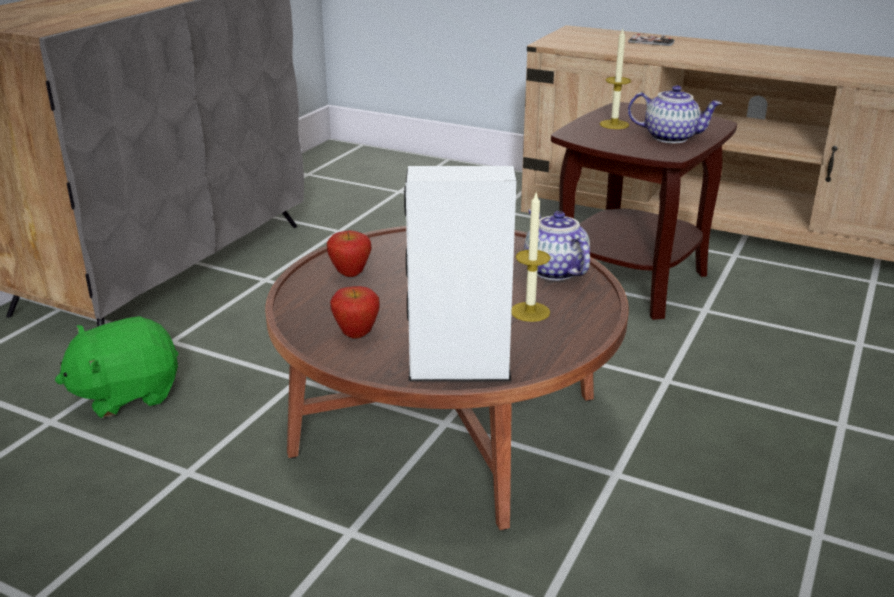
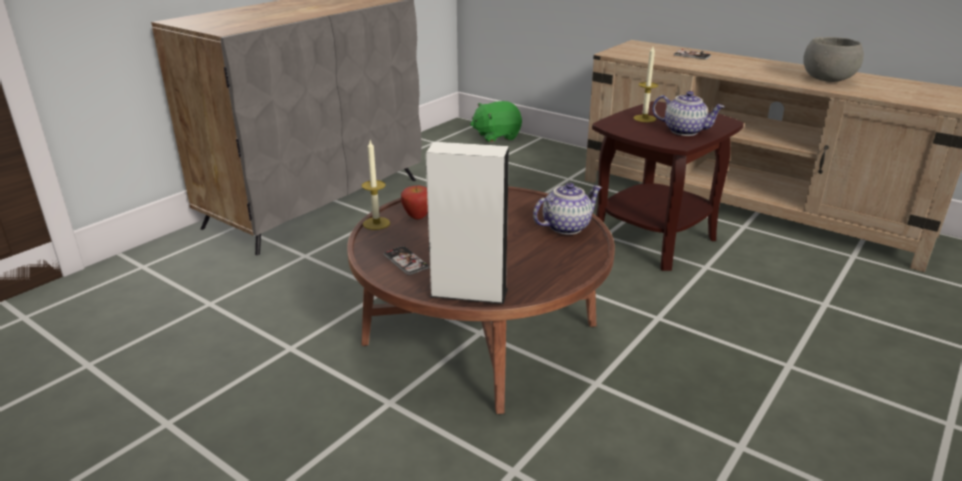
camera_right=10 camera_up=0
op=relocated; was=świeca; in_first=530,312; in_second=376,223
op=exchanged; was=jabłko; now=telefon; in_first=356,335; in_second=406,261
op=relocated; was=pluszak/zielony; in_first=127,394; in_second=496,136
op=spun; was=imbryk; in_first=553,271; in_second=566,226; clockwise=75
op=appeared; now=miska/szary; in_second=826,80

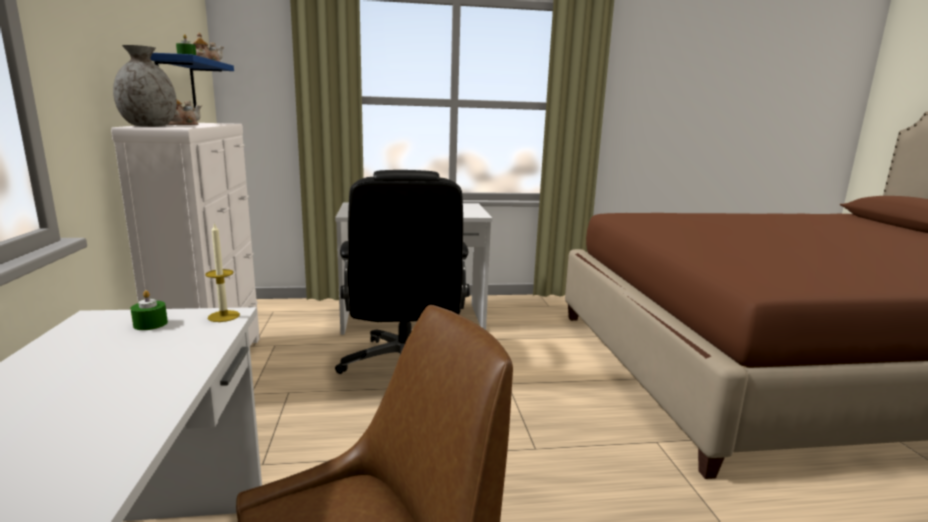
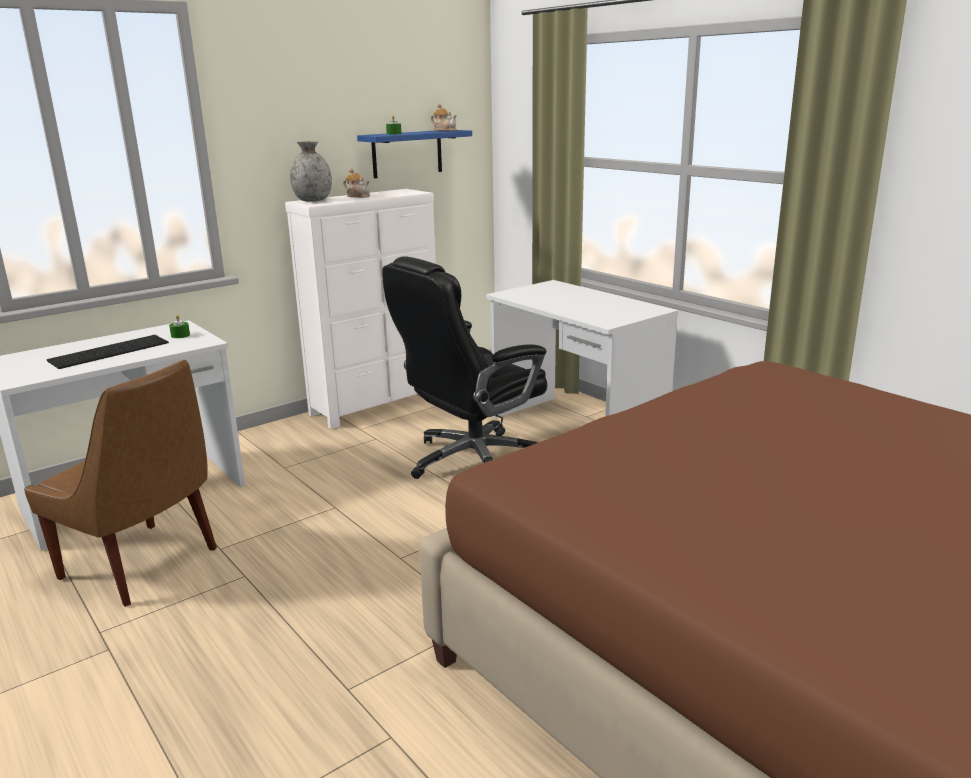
camera_right=60 camera_up=5
op=appeared; now=klawiatura; in_second=110,351
op=missing; was=świeca; in_first=223,316

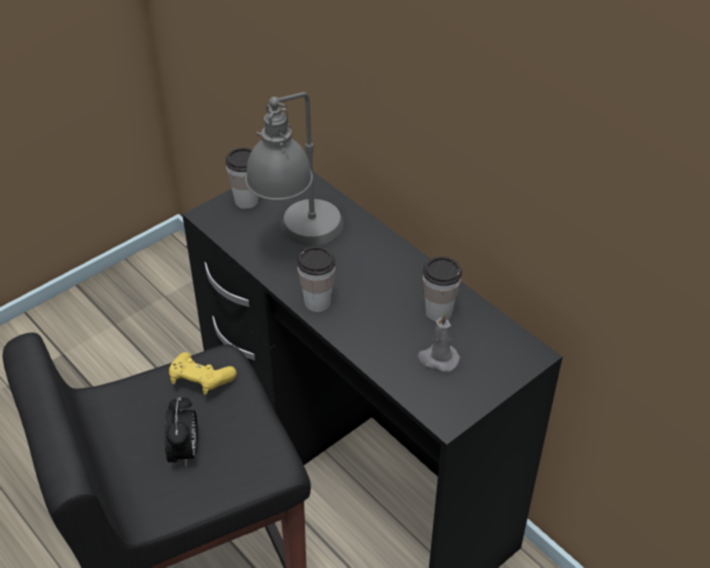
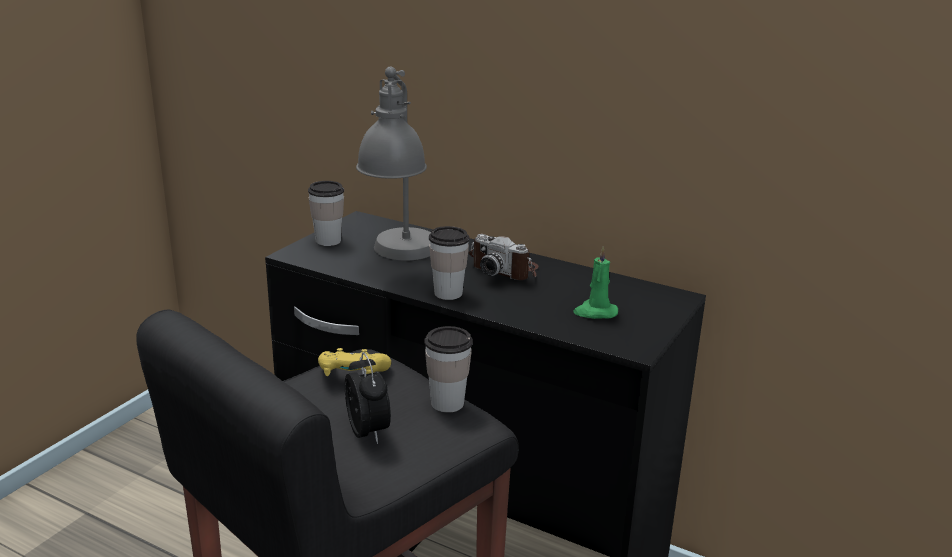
camera_right=-20 camera_up=-20
op=relocated; was=filiżanka; in_first=438,312; in_second=447,403
op=appeared; now=aparat fotograficzny; in_second=505,269
op=colour; was=świeca/szary; now=świeca/zielony; in_first=437,359; in_second=595,312

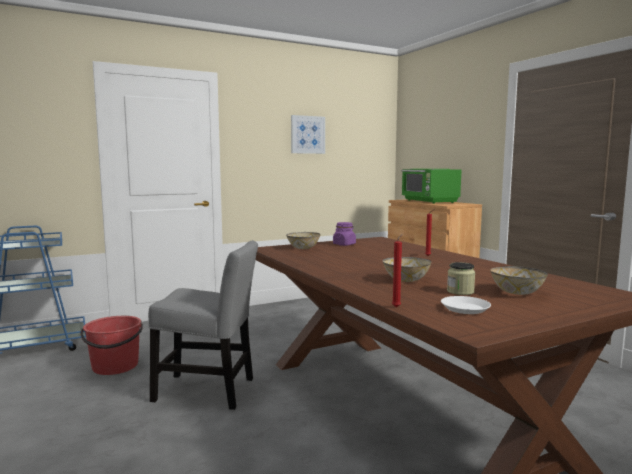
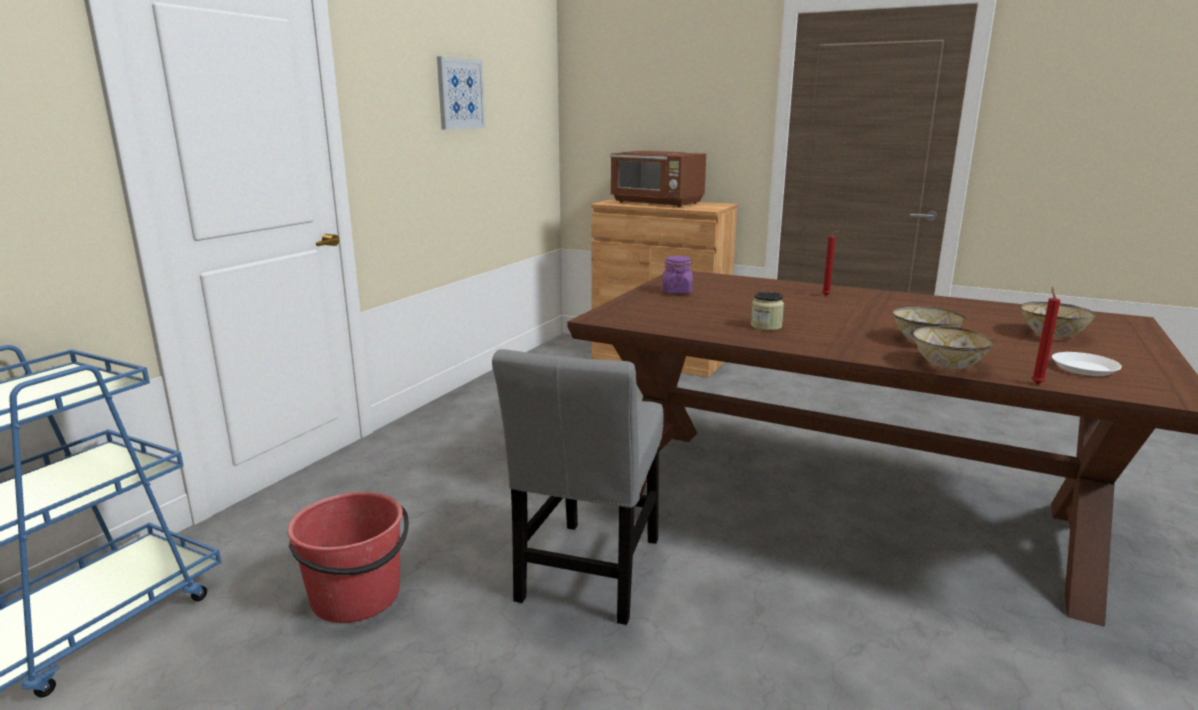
camera_right=-35 camera_up=10
op=spun; was=krzesło/szary; in_first=209,391; in_second=589,575; clockwise=135
op=colour; was=mikrofalówka/zielony; now=mikrofalówka/brązowy; in_first=429,201; in_second=657,203
op=relocated; was=słoik; in_first=460,292; in_second=766,326
op=relocated; was=miska; in_first=303,248; in_second=948,365

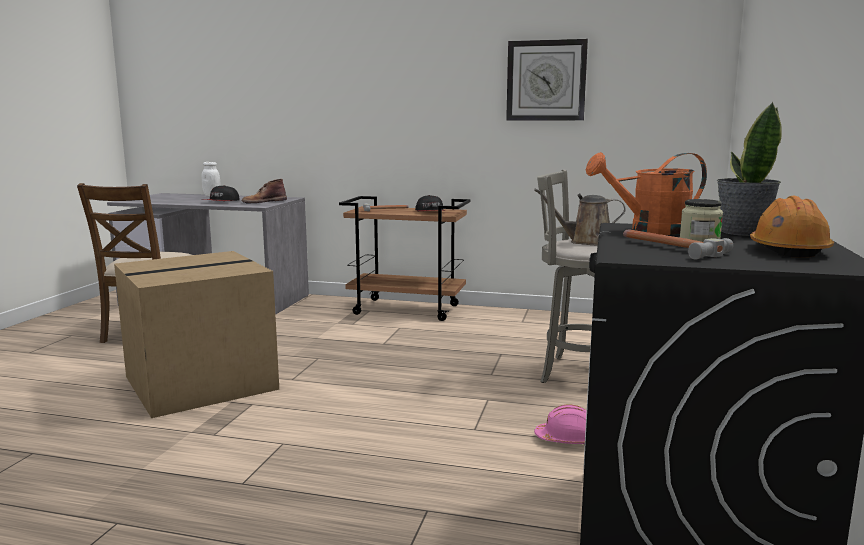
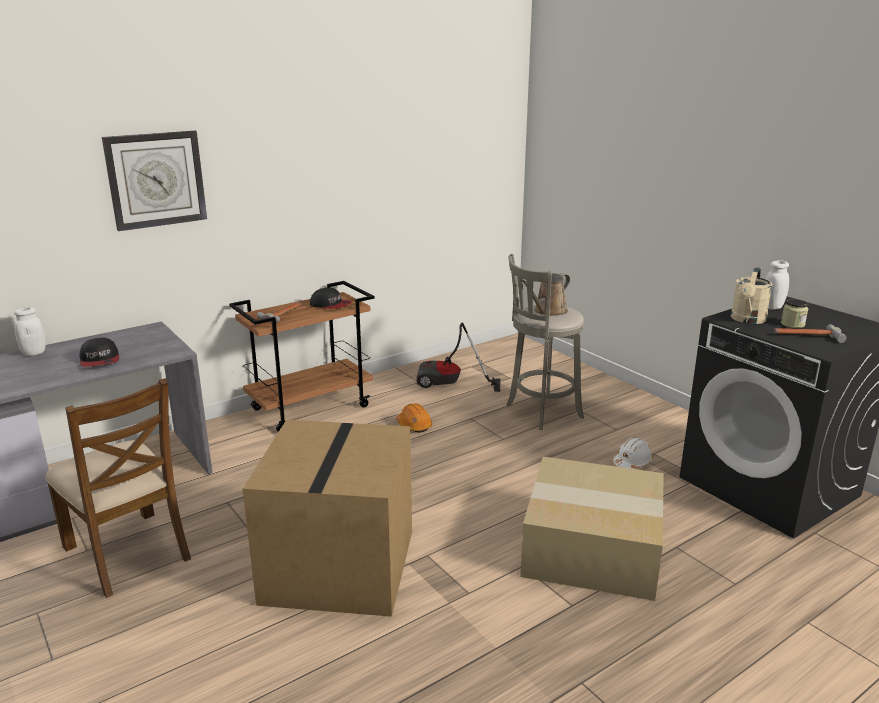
camera_right=-50 camera_up=10
op=relocated; was=zegar ścienny; in_first=546,80; in_second=156,179
op=relocated; was=kask/pomarańczowy; in_first=788,250; in_second=414,425
op=appeared; now=odkurzacz; in_second=450,385
op=appeared; now=karton; in_second=589,549
op=colour; was=kask/różowy; now=kask/biały; in_first=567,439; in_second=632,462
op=colour; was=konewka/pomarańczowy; now=konewka/beżowy; in_first=650,231; in_second=747,320
op=exchanged; was=roślina doniczkowa; now=słoik/biały; in_first=742,232; in_second=772,307
op=missing; was=but z cholewką/brązowy; in_first=264,201

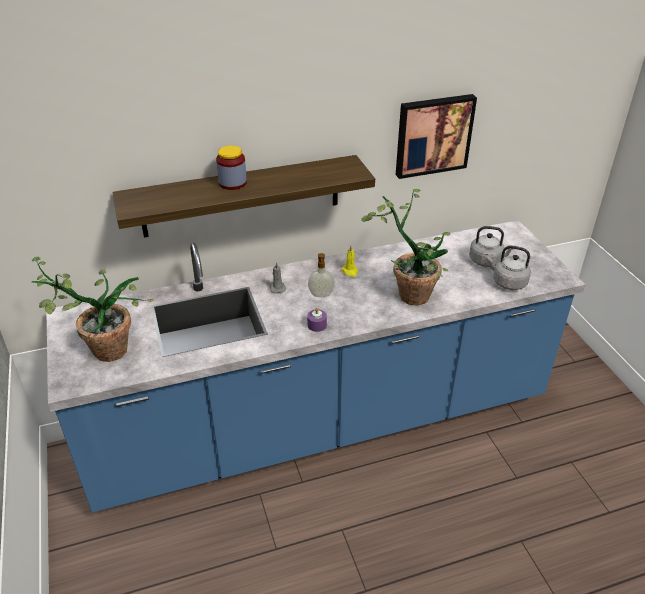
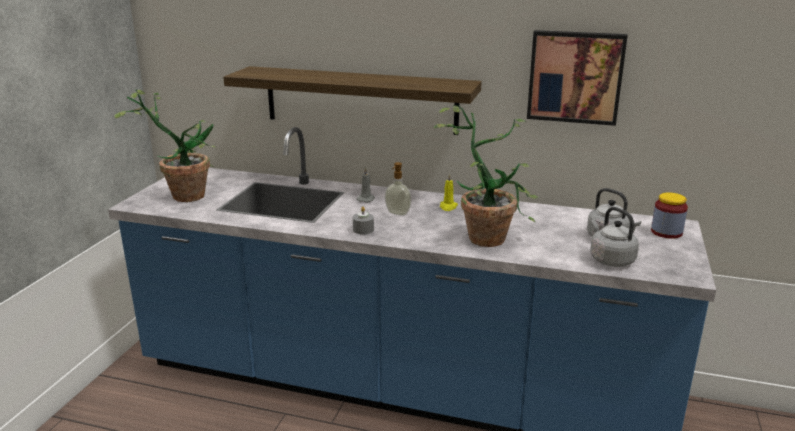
camera_right=35 camera_up=-15
op=colour; was=świeca/fioletowy; now=świeca/szary; in_first=317,325; in_second=363,229
op=relocated; was=słoik; in_first=232,183; in_second=666,232

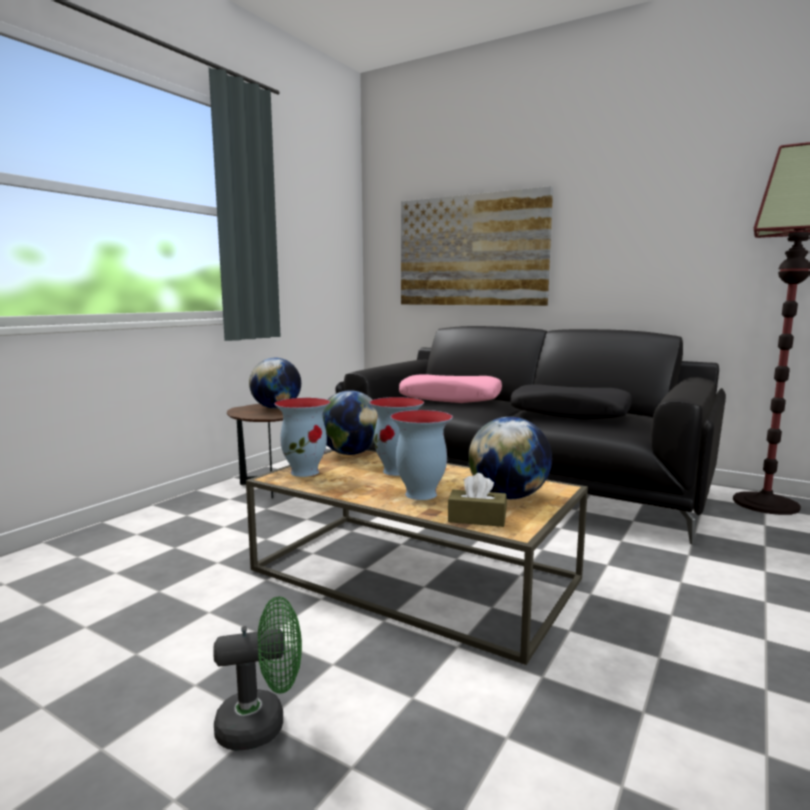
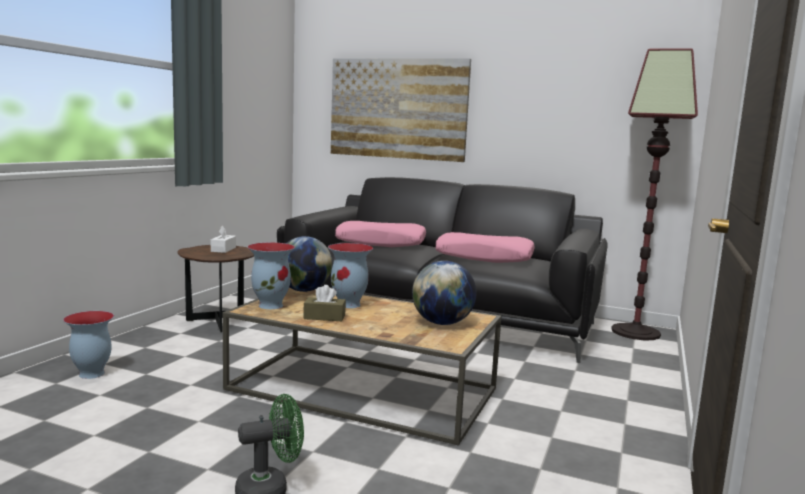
camera_right=-10 camera_up=0
op=relocated; was=wazon; in_first=420,494; in_second=91,374
op=exchanged; was=globus; now=pudełko chusteczek/biały; in_first=276,408; in_second=223,249
op=relocated; was=pudełko chusteczek/brązowy; in_first=477,519; in_second=324,317
op=colour; was=poduszka/czarny; now=poduszka/różowy; in_first=569,413; in_second=484,257

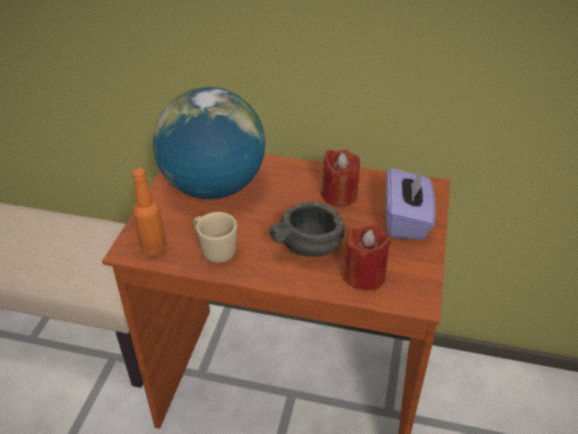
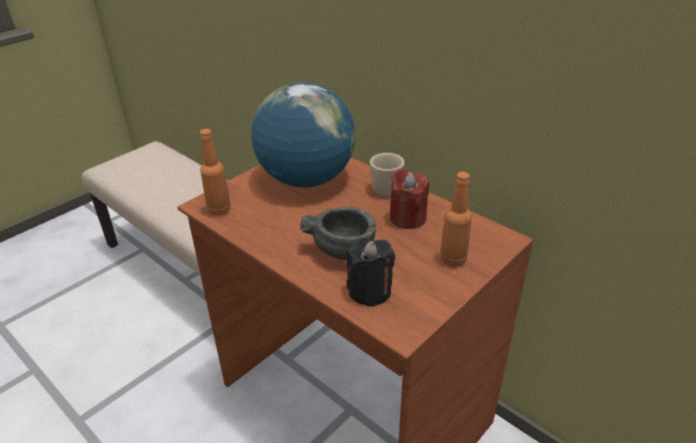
camera_right=30 camera_up=-5
op=colour; was=świeca/czerwony; now=świeca/czarny; in_first=364,276; in_second=369,291
op=relocated; was=kubek/beżowy; in_first=214,250; in_second=384,187
op=exchanged; was=pudełko chusteczek/fioletowy; now=butelka/pomarańczowy; in_first=406,220; in_second=453,259

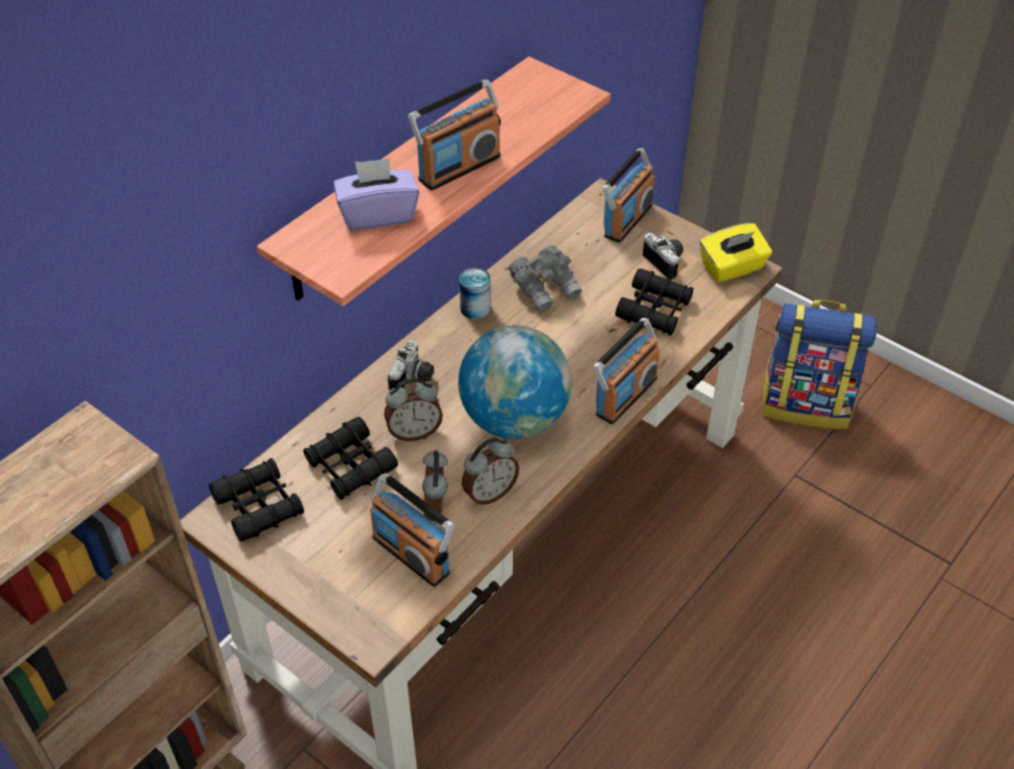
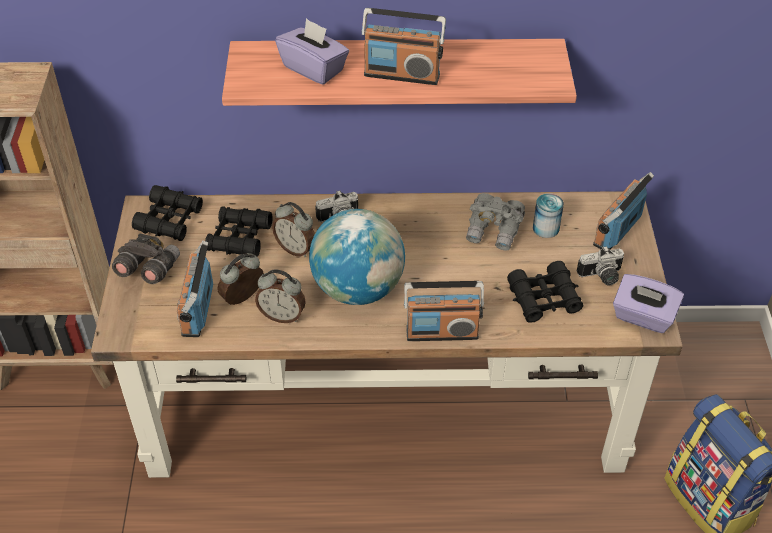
camera_right=50 camera_up=0
op=appeared; now=lornetka/szary; in_second=148,270
op=relocated; was=puszka; in_first=475,308; in_second=546,228
op=spun; was=aparat fotograficzny; in_first=667,262; in_second=601,277; clockwise=60
op=spun; was=radio; in_first=627,220; in_second=617,231; clockwise=135
op=colour; was=pudełko chusteczek/żółty; now=pudełko chusteczek/fioletowy; in_first=732,268; in_second=643,317

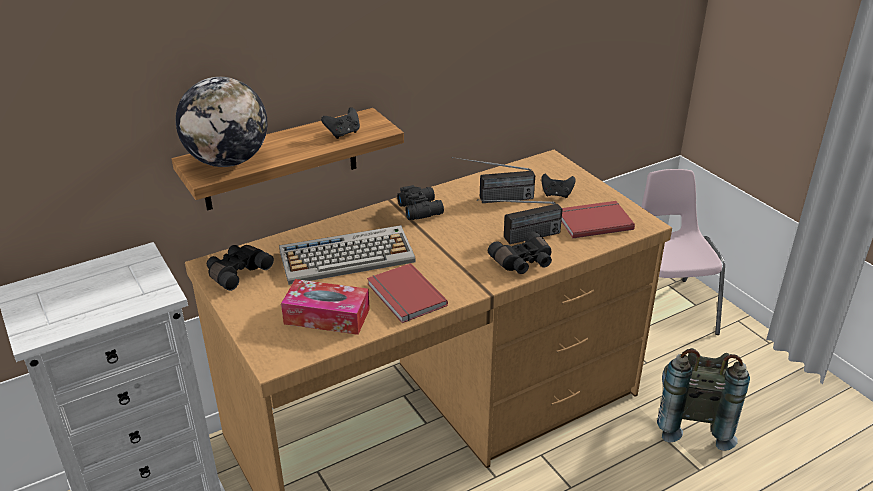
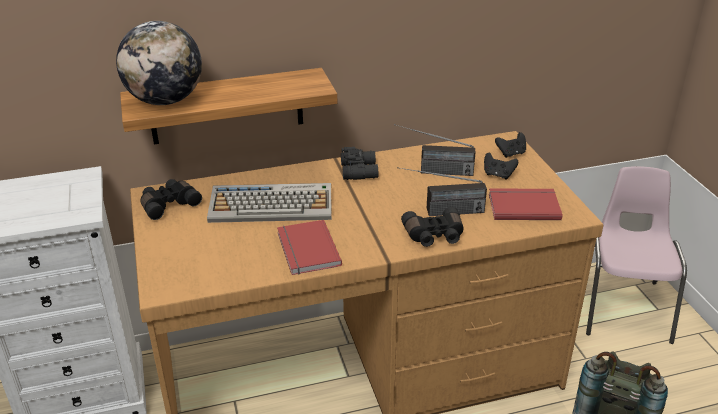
camera_right=15 camera_up=0
op=relocated; was=pad do gier/czarny; in_first=343,133; in_second=511,153
op=missing; was=pudełko chusteczek; in_first=327,316

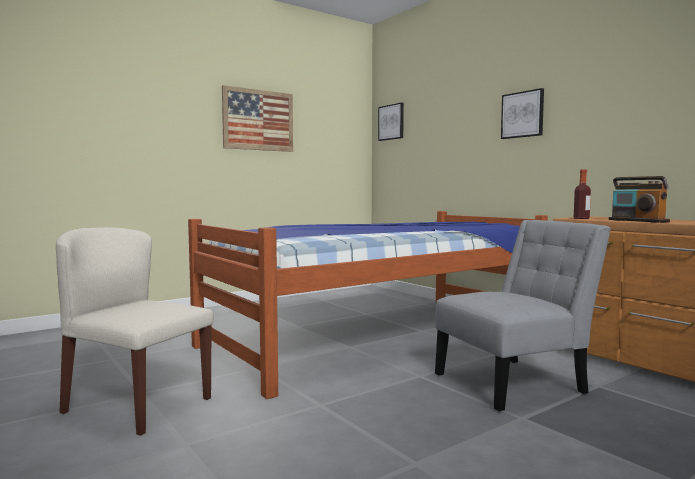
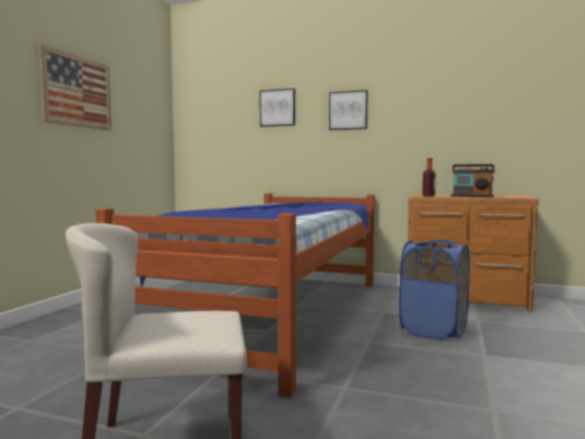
camera_right=-35 camera_up=0
op=relocated; was=obraz; in_first=391,122; in_second=277,108
op=exchanged; was=krzesło/szary; now=kosz na pranie/niebieski; in_first=515,382; in_second=433,330

